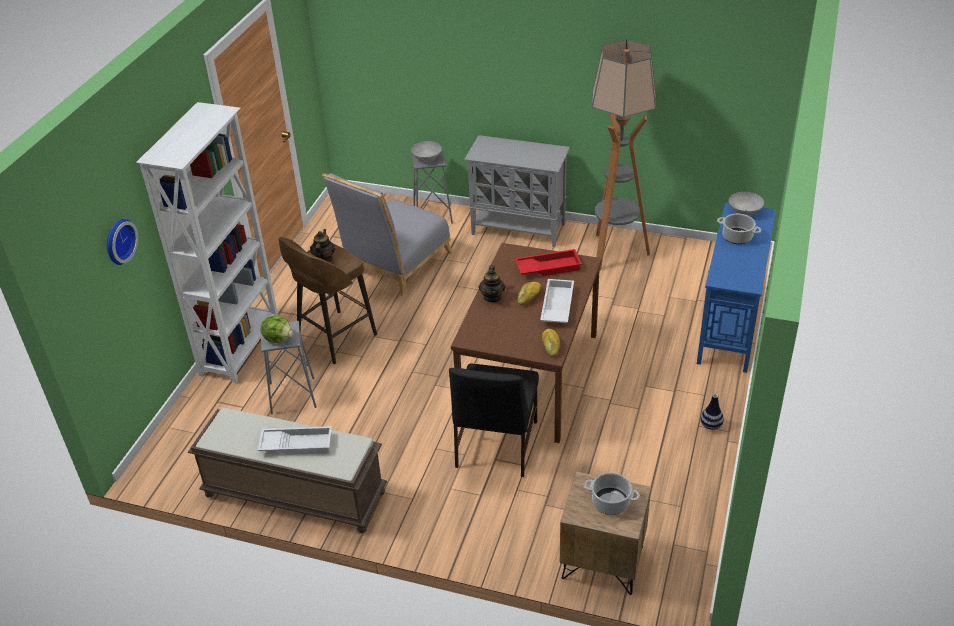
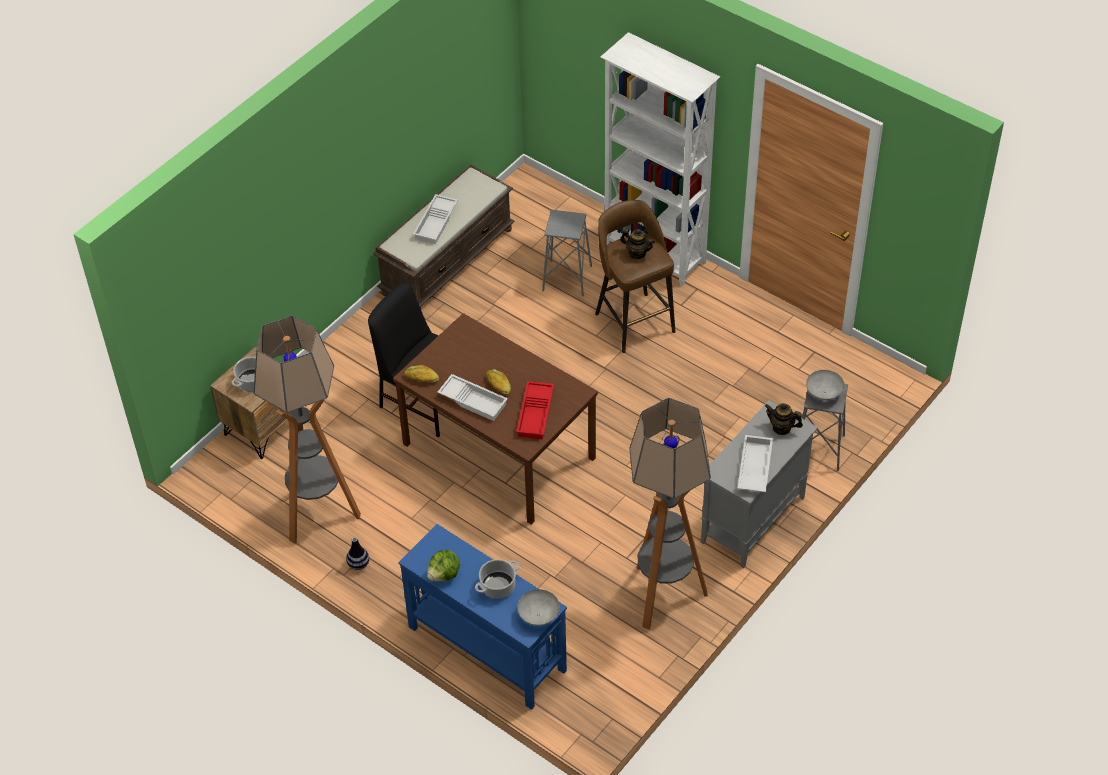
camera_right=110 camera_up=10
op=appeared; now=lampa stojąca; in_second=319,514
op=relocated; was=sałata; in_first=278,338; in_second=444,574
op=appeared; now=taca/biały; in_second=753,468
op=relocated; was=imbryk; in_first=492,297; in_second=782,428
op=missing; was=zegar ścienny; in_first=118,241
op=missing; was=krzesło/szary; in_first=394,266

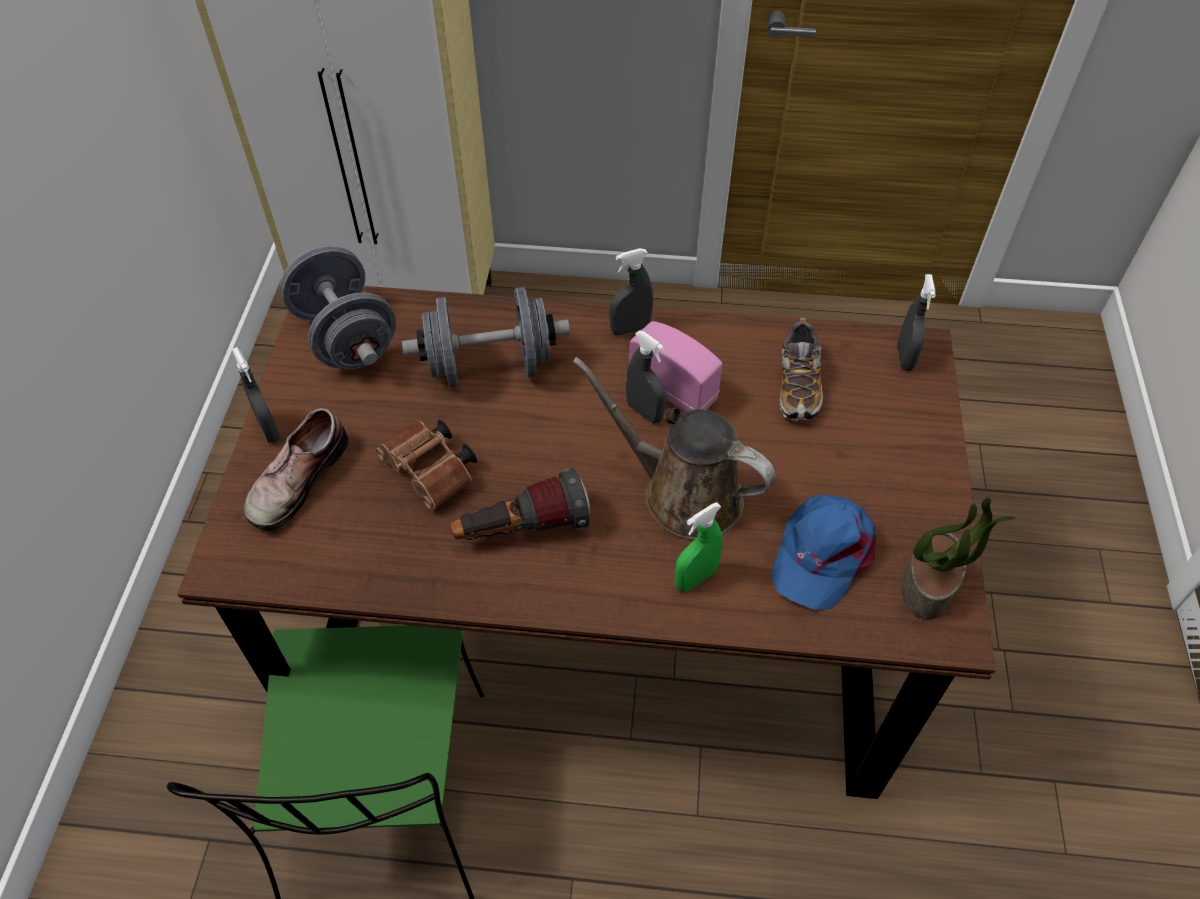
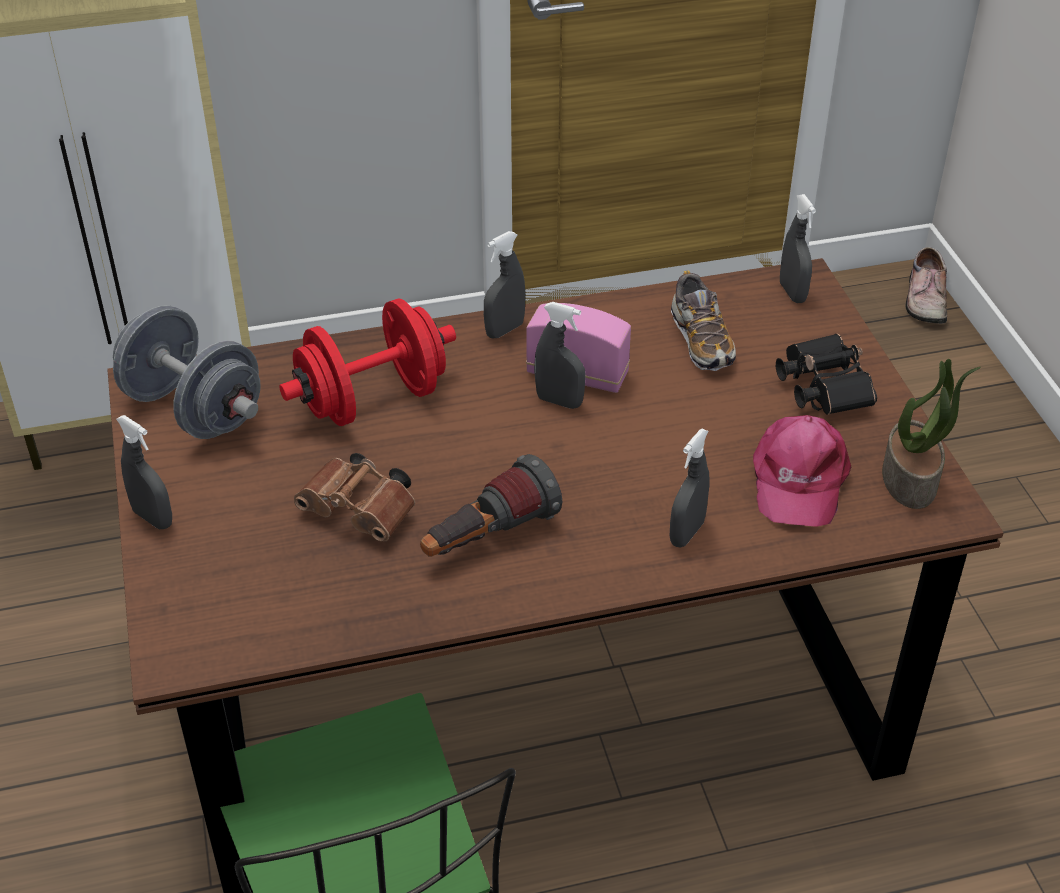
camera_right=-20 camera_up=-10
op=colour; was=hantel/szary; now=hantel/czerwony; in_first=490,367; in_second=373,400
op=colour; was=spryskiwacz/zielony; now=spryskiwacz/szary; in_first=695,578; in_second=686,533
op=colour; was=czapka z daszkiem/niebieski; now=czapka z daszkiem/różowy; in_first=821,554; in_second=797,480
op=appeared; now=lornetka/czarny; in_second=821,388
op=relocated; was=but; in_first=295,479; in_second=923,299
op=missing; was=konewka/brązowy; in_first=683,493

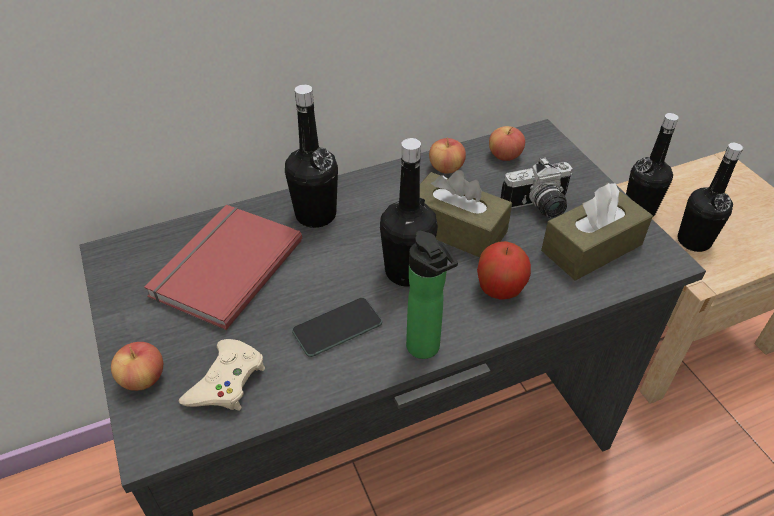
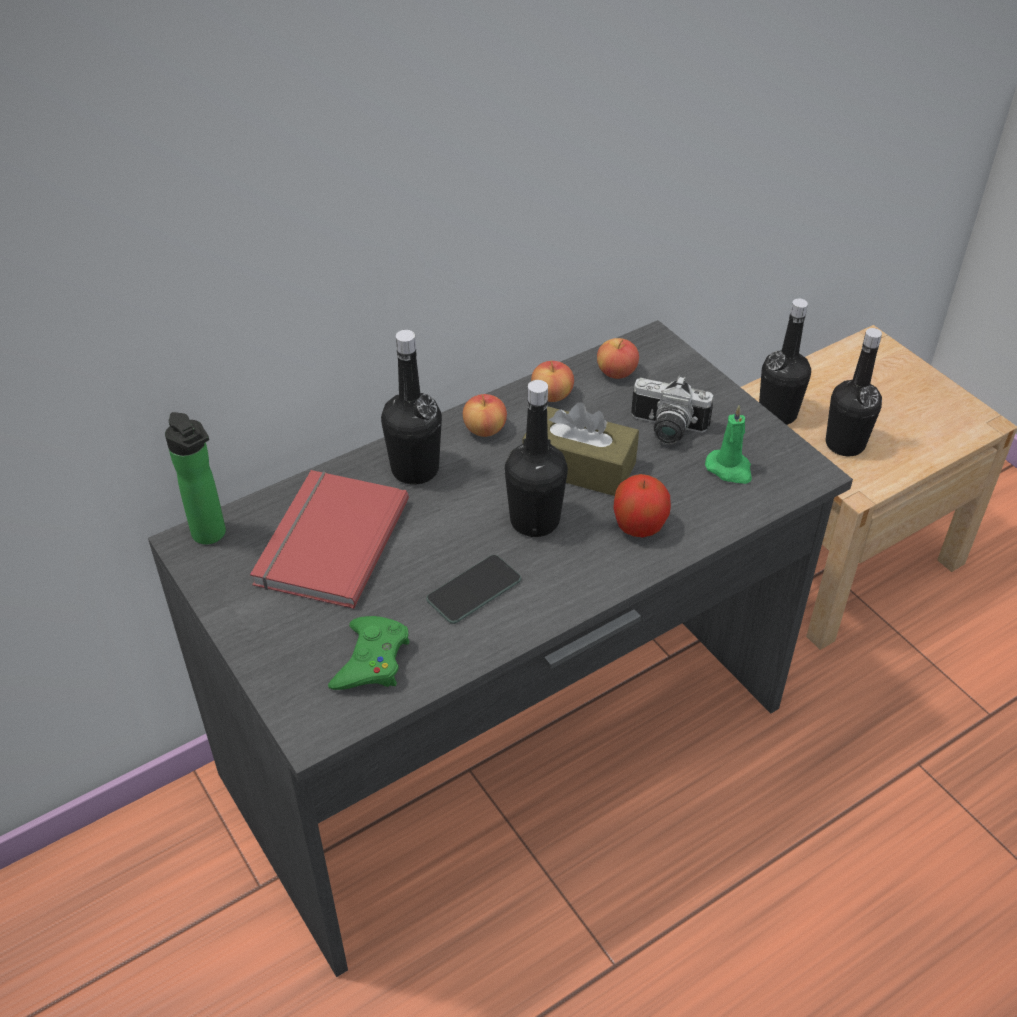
camera_right=-10 camera_up=0
op=relocated; was=butelka; in_first=426,350; in_second=211,536
op=colour; was=pad do gier/beżowy; now=pad do gier/zielony; in_first=226,381; in_second=371,660
op=relocated; was=jabłko; in_first=143,378; in_second=485,429
op=spun; was=aparat fotograficzny; in_first=539,207; in_second=666,430; clockwise=45
op=exchanged; was=pudełko chusteczek/brązowy; now=świeca/zielony; in_first=591,248; in_second=730,469

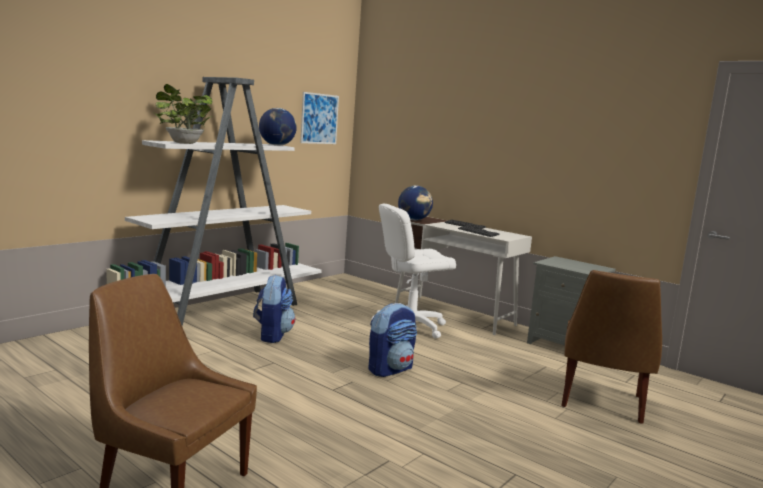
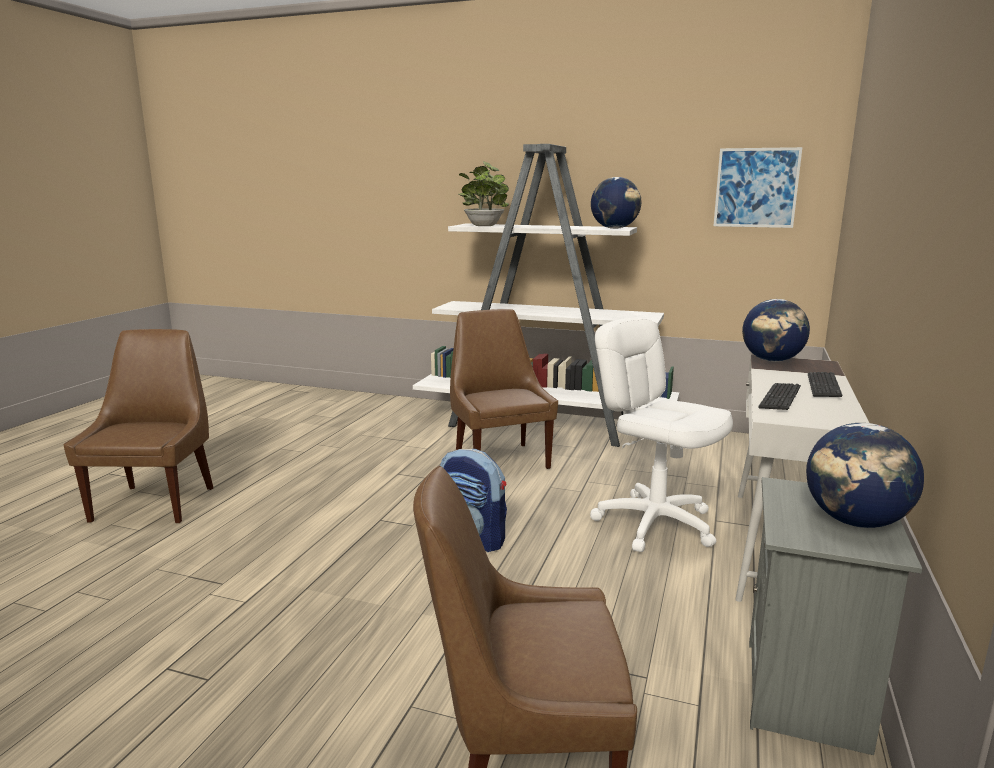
camera_right=70 camera_up=5
op=exchanged; was=plecak; now=krzesło/brązowy; in_first=272,335; in_second=500,459
op=appeared; now=globus; in_second=855,522

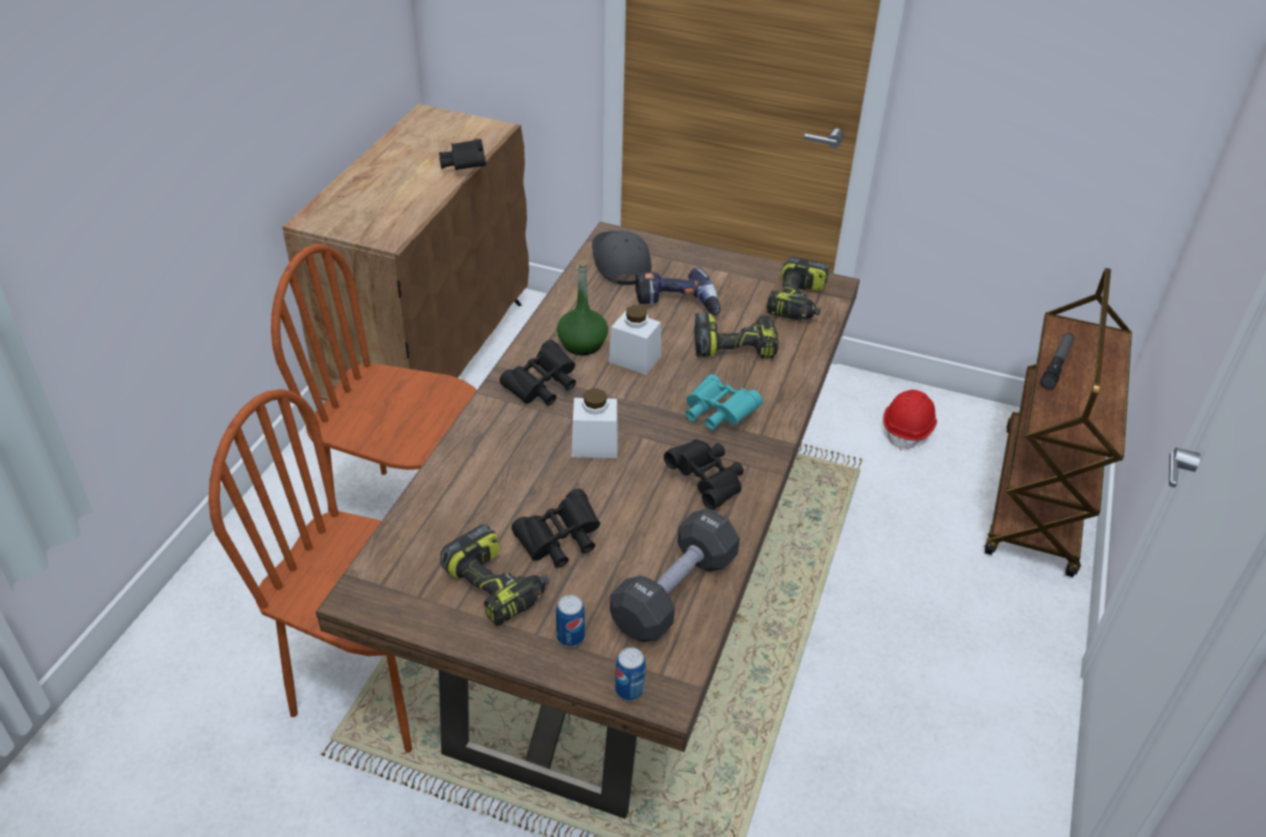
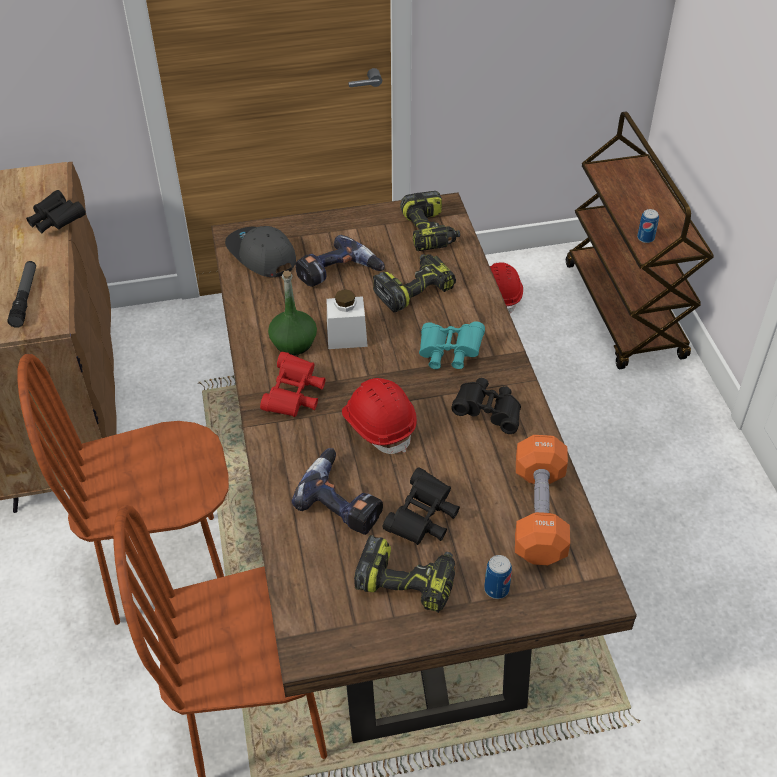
camera_right=-30 camera_up=5
op=relocated; was=latarka; in_first=1056,365; in_second=25,298
op=colour; was=lornetka/czarny; now=lornetka/czerwony; in_first=542,387; in_second=294,396
op=appeared; now=wiertarka; in_second=343,499
op=exchanged; was=słoik/biały; now=kask/czerwony; in_first=594,445; in_second=379,425
op=colour; was=hantel/czarny; now=hantel/pomarańczowy; in_first=674,592; in_second=539,513
op=relocated; was=puszka; in_first=629,689; in_second=645,238

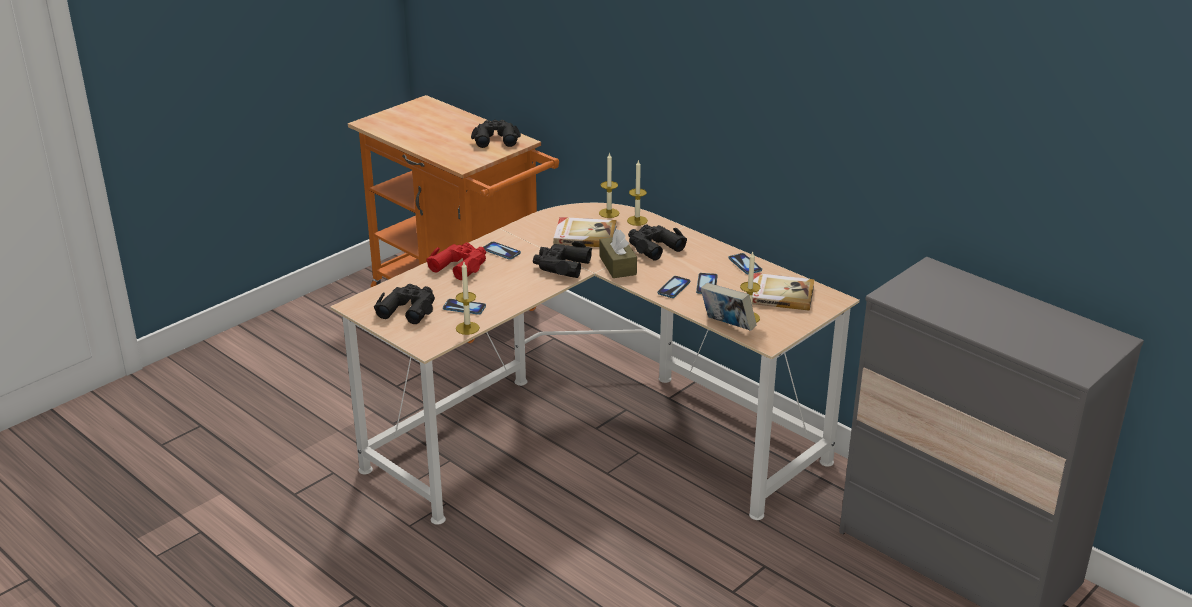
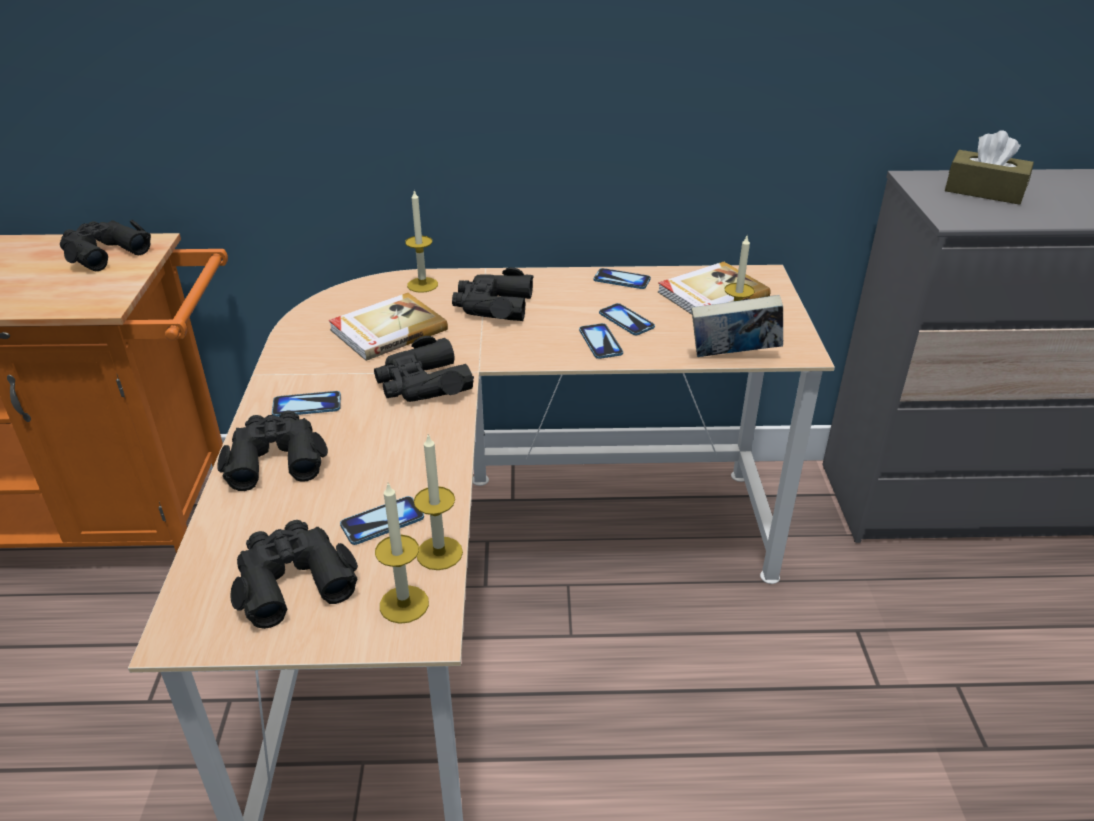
camera_right=-45 camera_up=5
op=colour; was=lornetka/czerwony; now=lornetka/czarny; in_first=460,265; in_second=275,458
op=relocated; was=świeca; in_first=609,213; in_second=404,604
op=relocated; was=pudełko chusteczek/brązowy; in_first=617,265; in_second=984,191

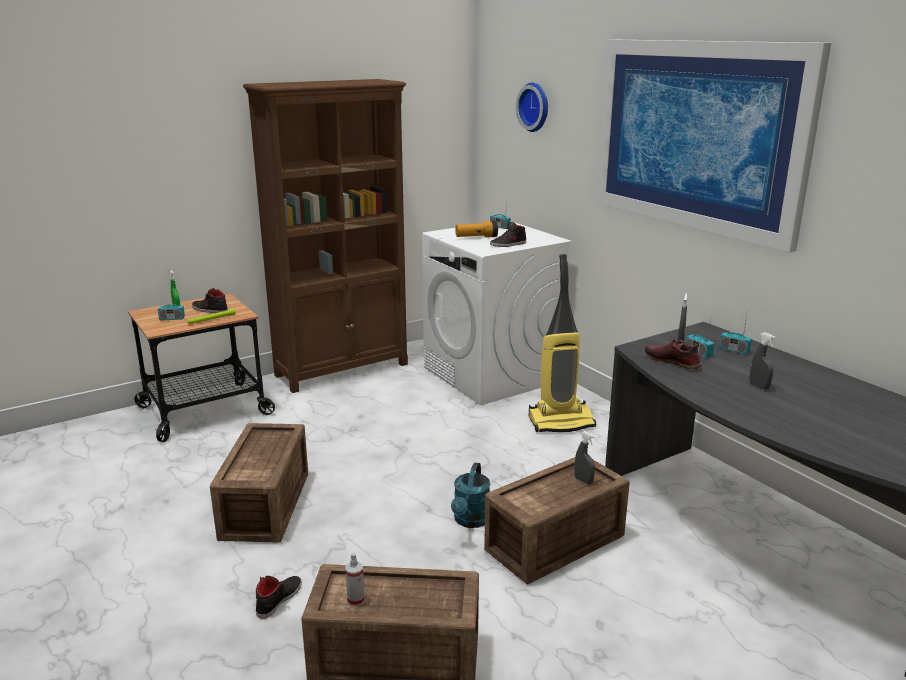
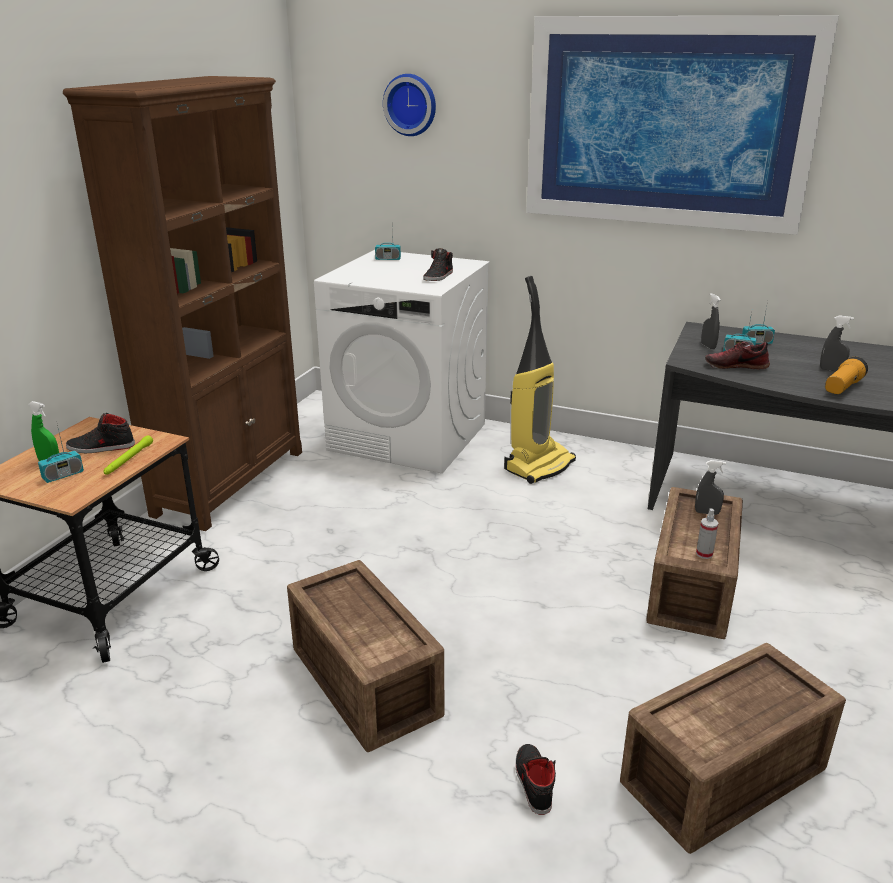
camera_right=-35 camera_up=5
op=relocated; was=spryskiwacz; in_first=356,600; in_second=704,554
op=relocated; was=latarka; in_first=476,237; in_second=842,387
op=missing; was=konewka/turkusowy; in_first=470,521

